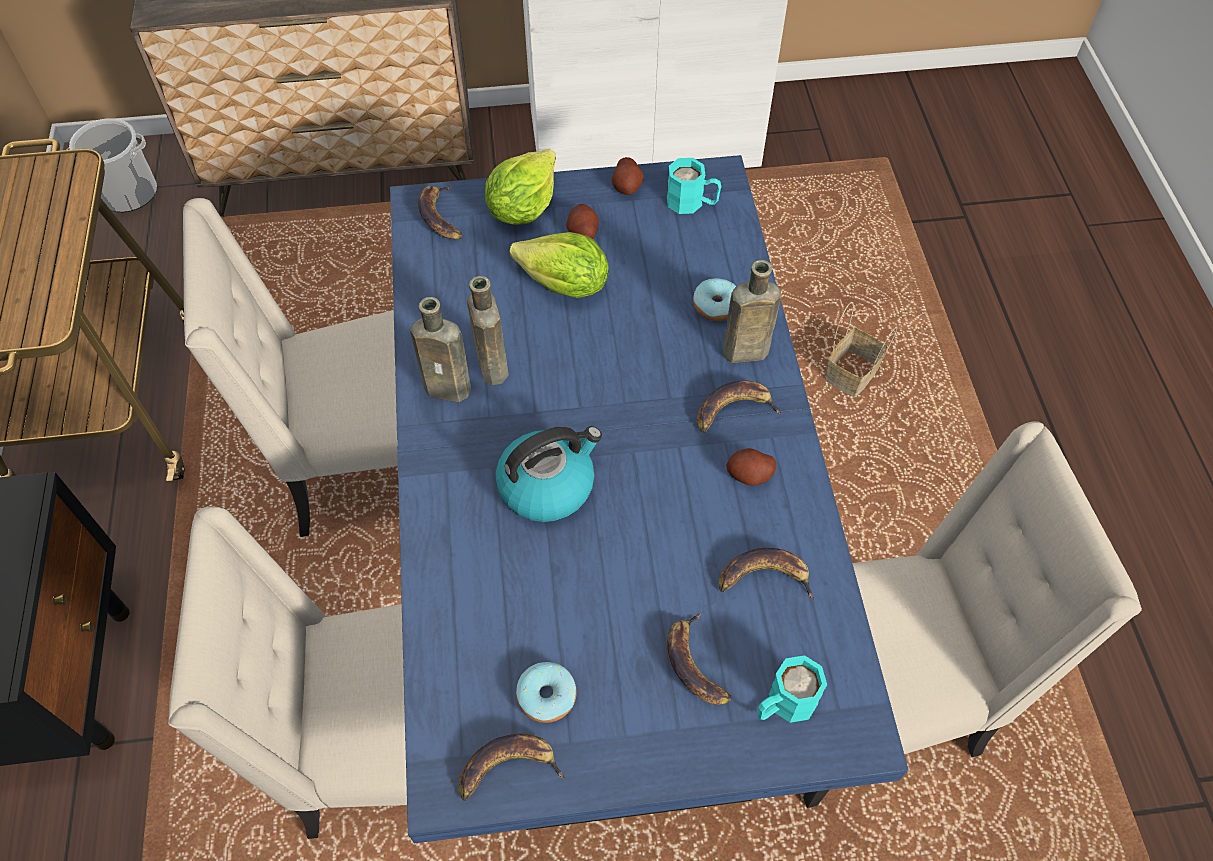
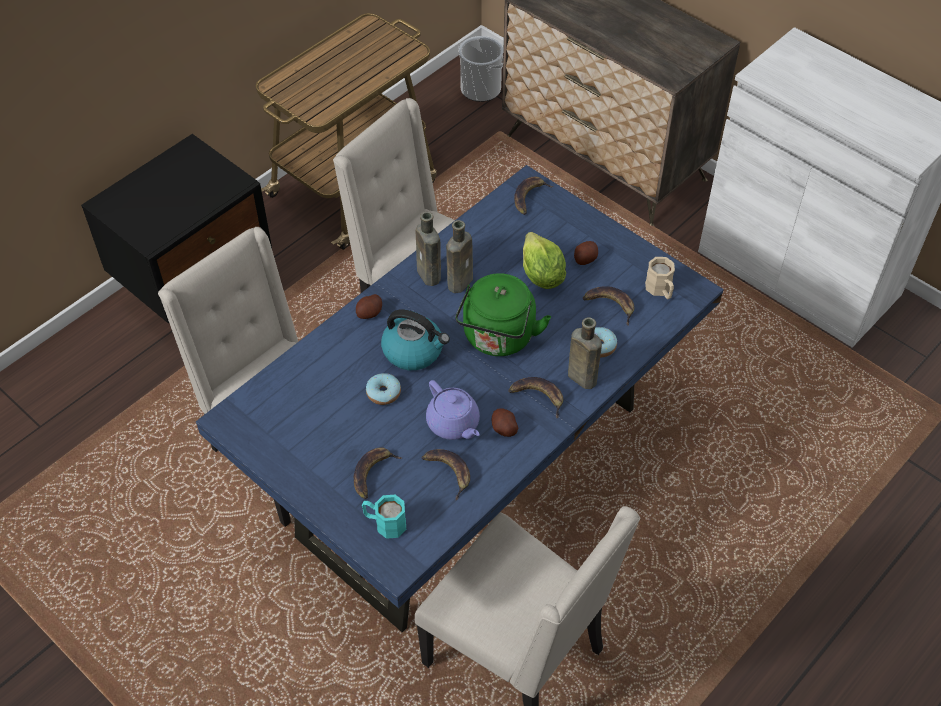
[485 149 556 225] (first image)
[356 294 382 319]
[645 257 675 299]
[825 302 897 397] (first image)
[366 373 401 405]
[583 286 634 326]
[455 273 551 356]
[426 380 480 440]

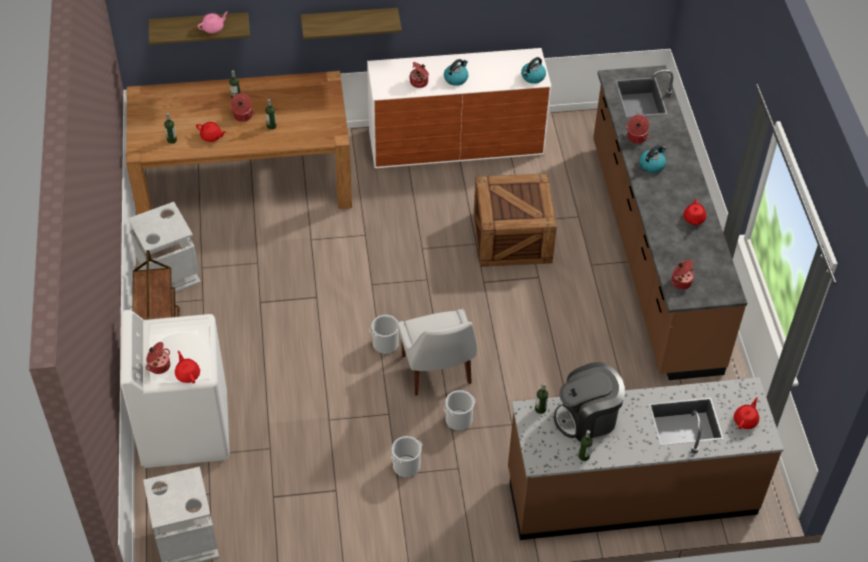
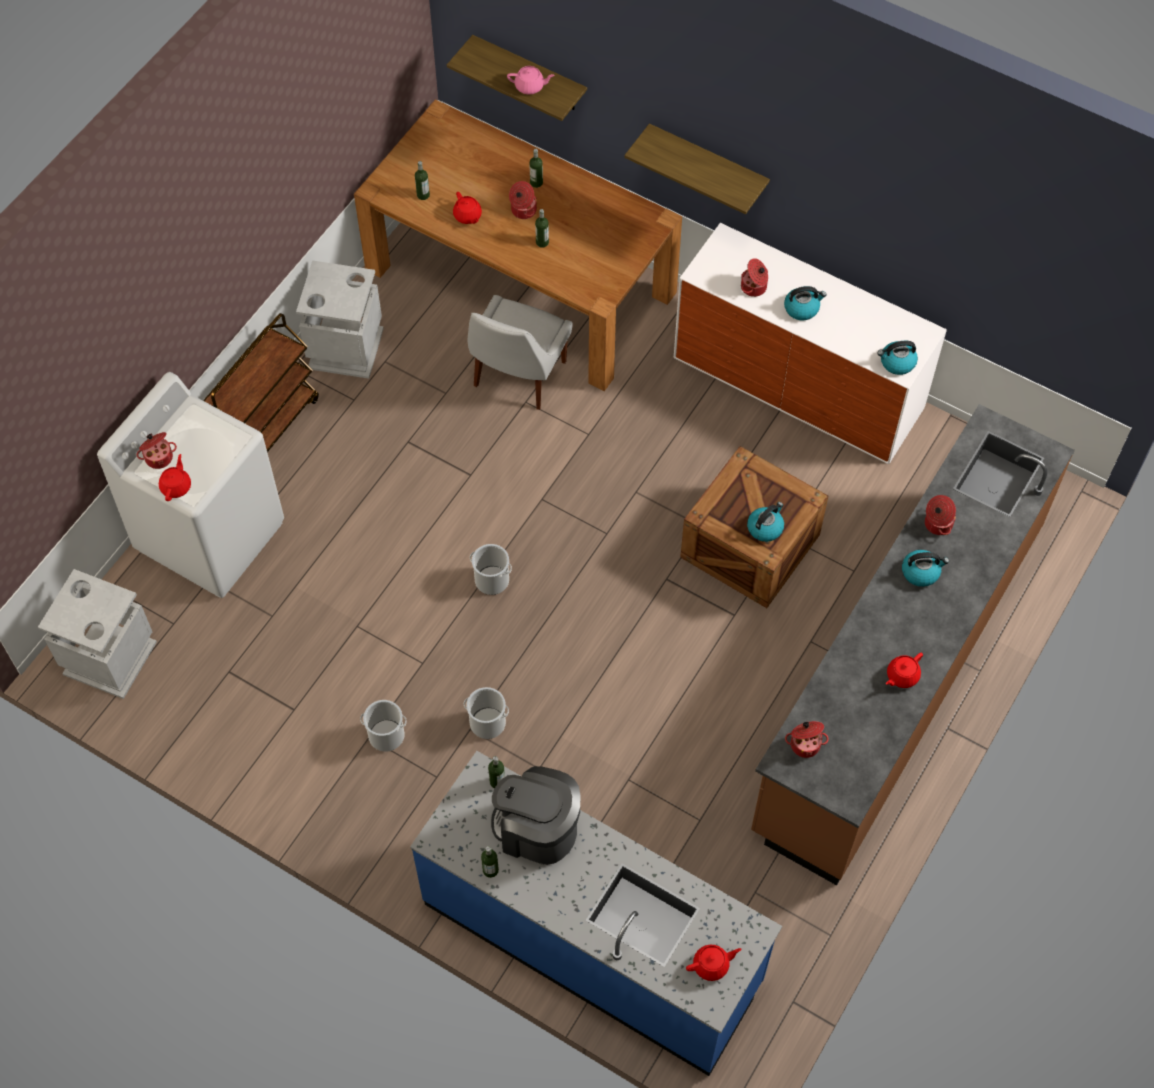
[468 295 573 410]
[410 751 782 1076]
[747 502 784 542]

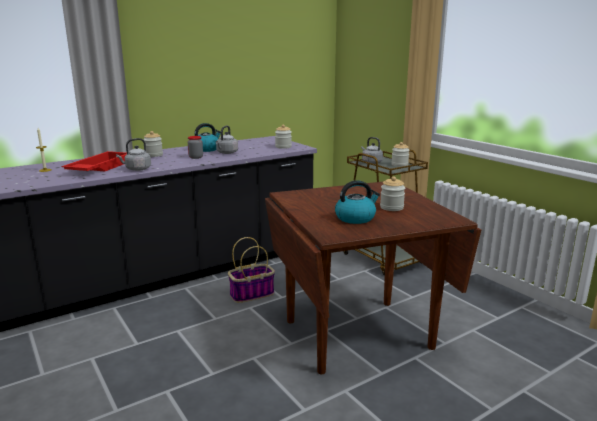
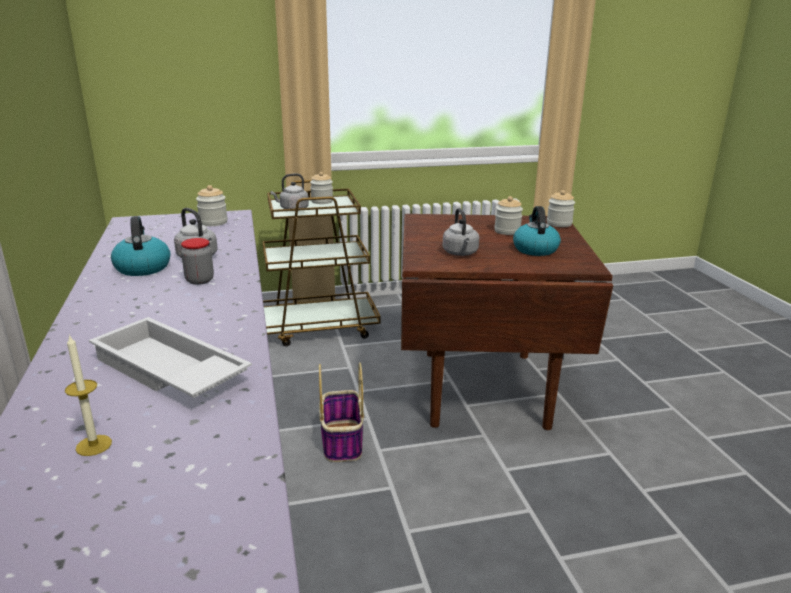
[547 190 575 227]
[443 208 479 256]
[89 317 252 398]

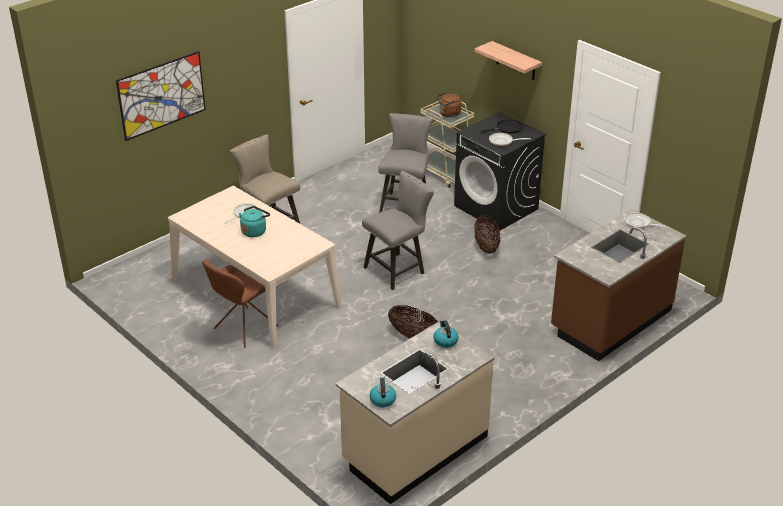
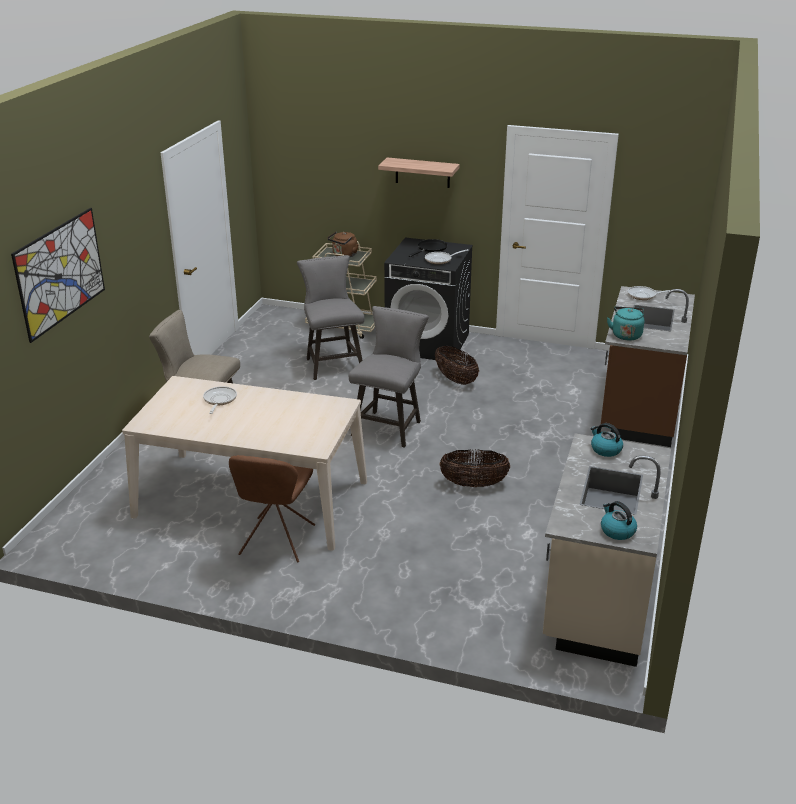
[607 307 645 341]

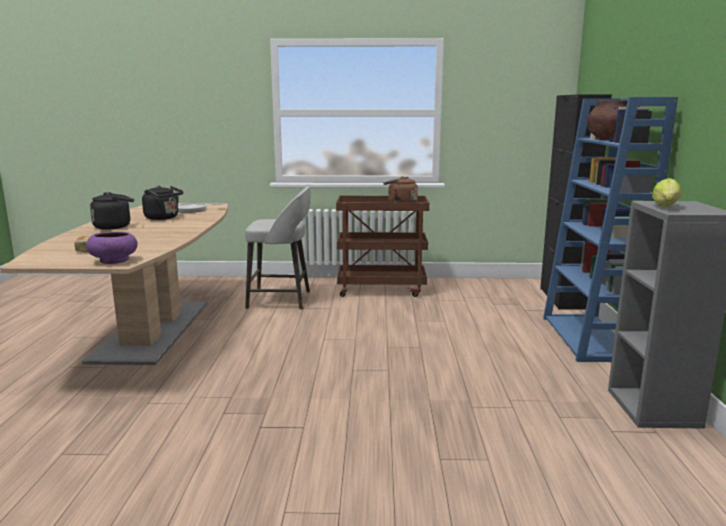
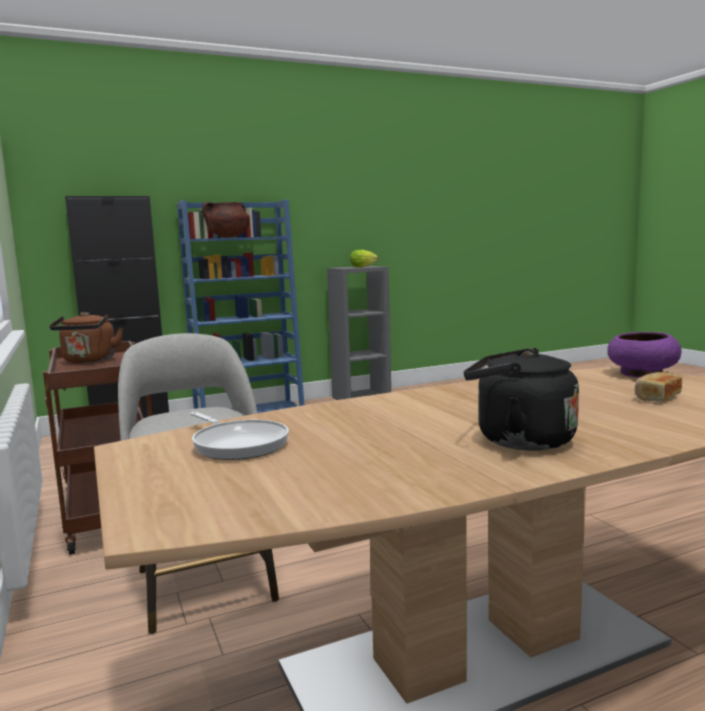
[142 186 183 220] (first image)

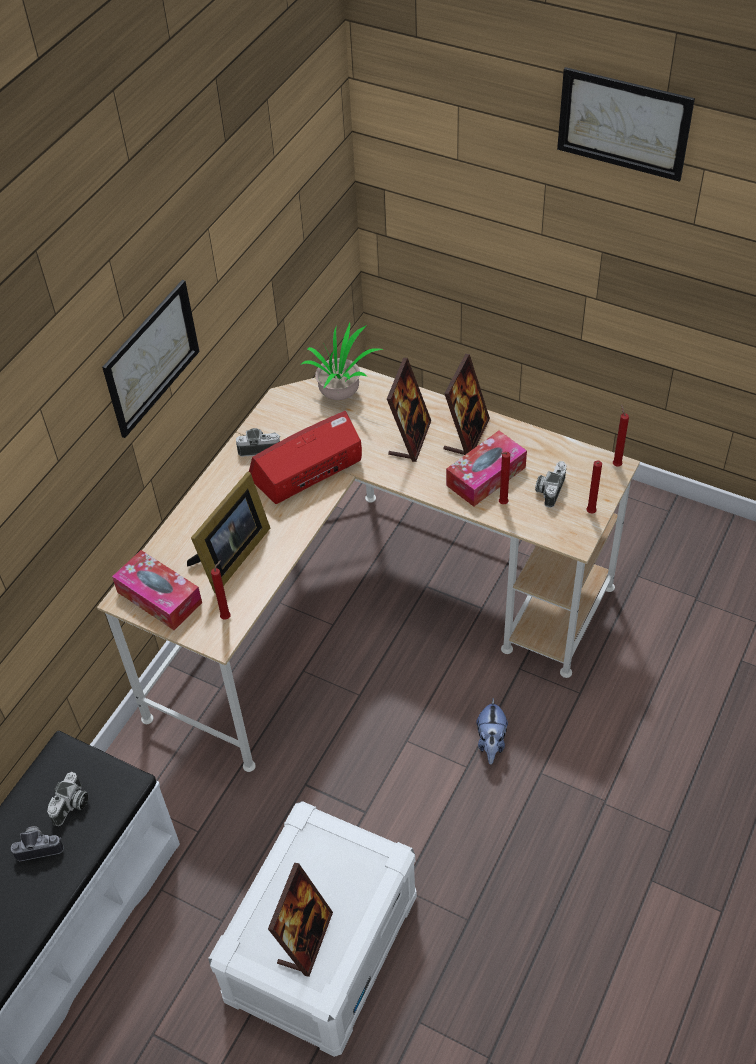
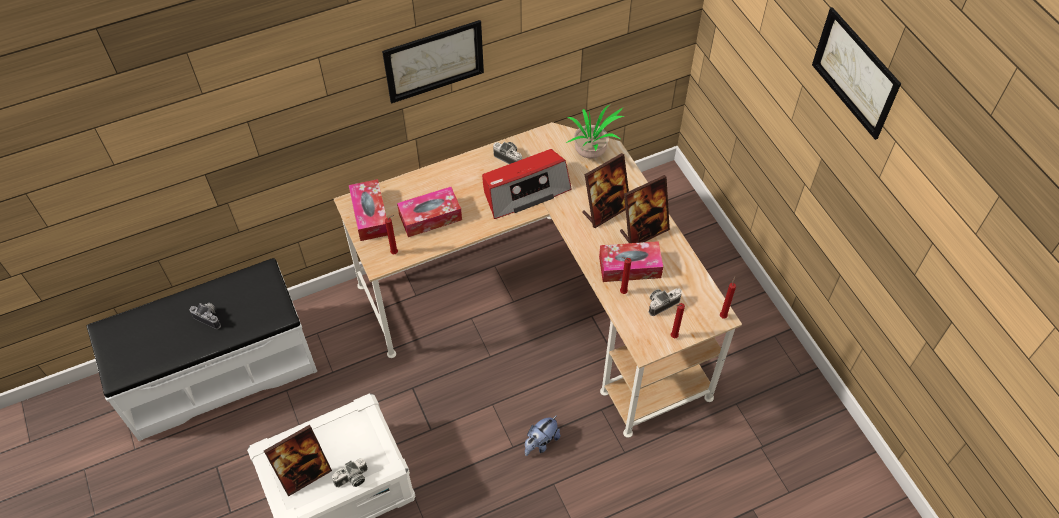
[482 149 572 219]
[397 187 462 237]
[332 458 368 487]

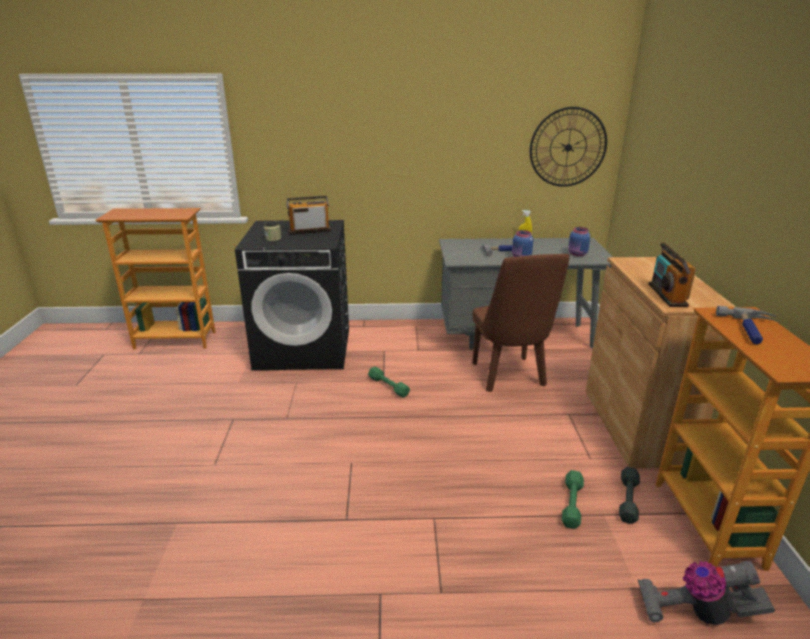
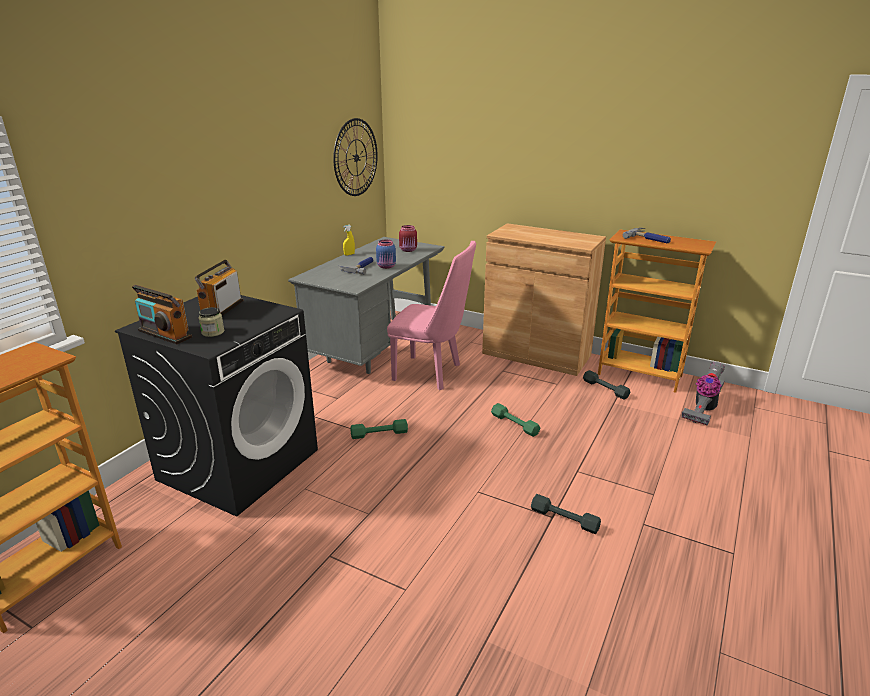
[399 225 417 252]
[132 285 192 344]
[387 241 476 390]
[491 403 540 437]
[531 494 601 534]

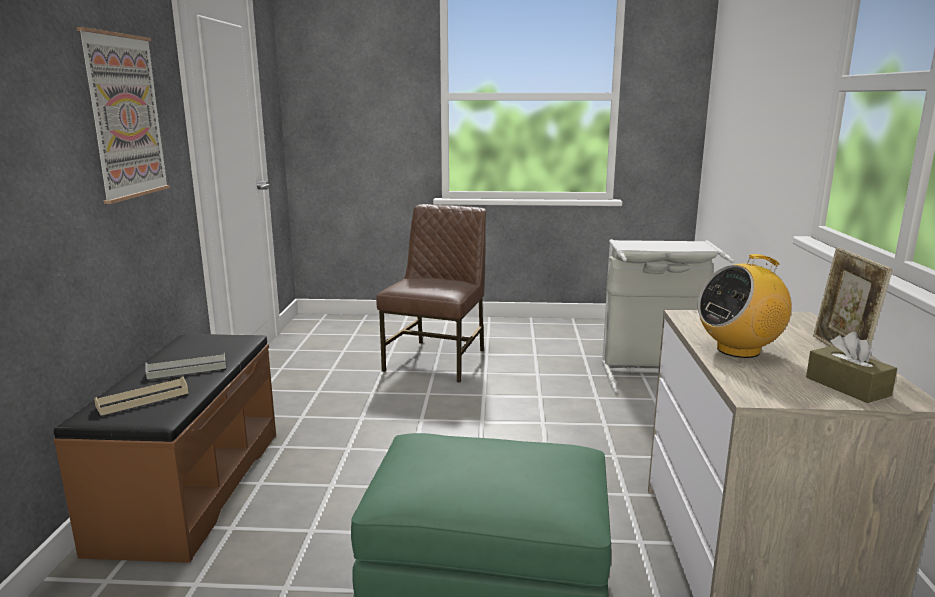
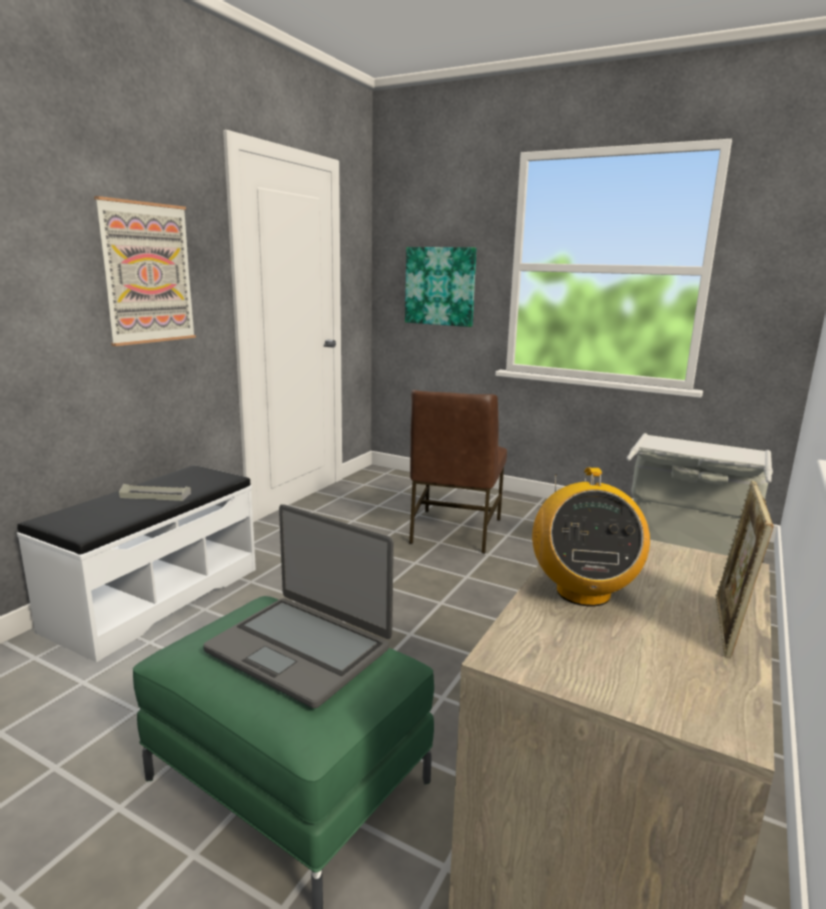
[409 390 507 554]
[532 467 650 607]
[806 332 897 403] (first image)
[17 465 256 662]
[94 377 188 415] (first image)
[405 247 476 327]
[203 504 394 708]

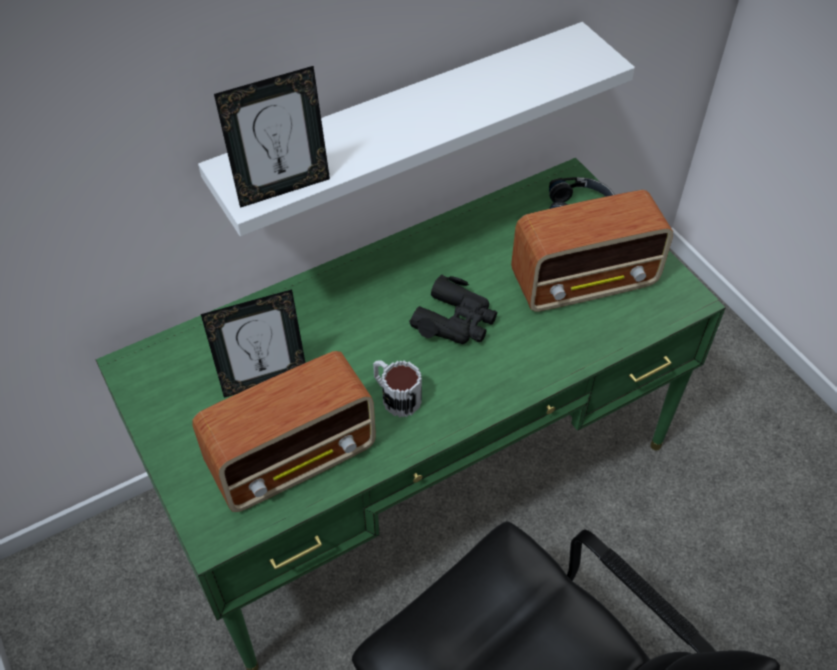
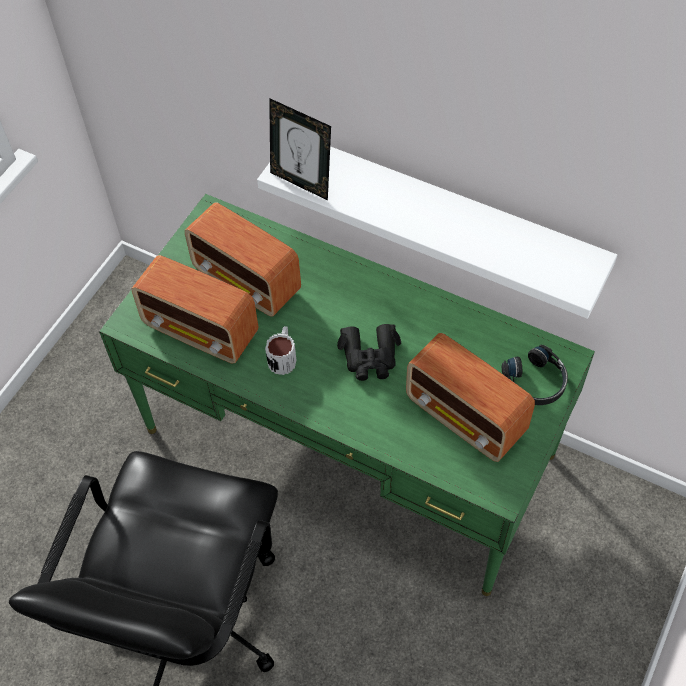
[185 202 301 317]

